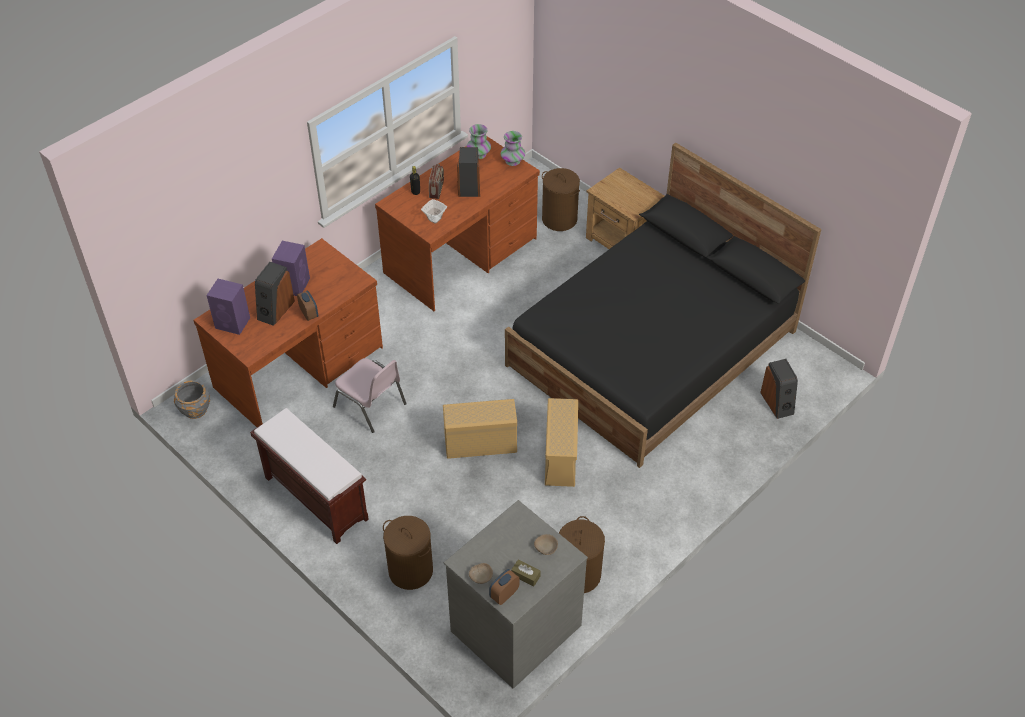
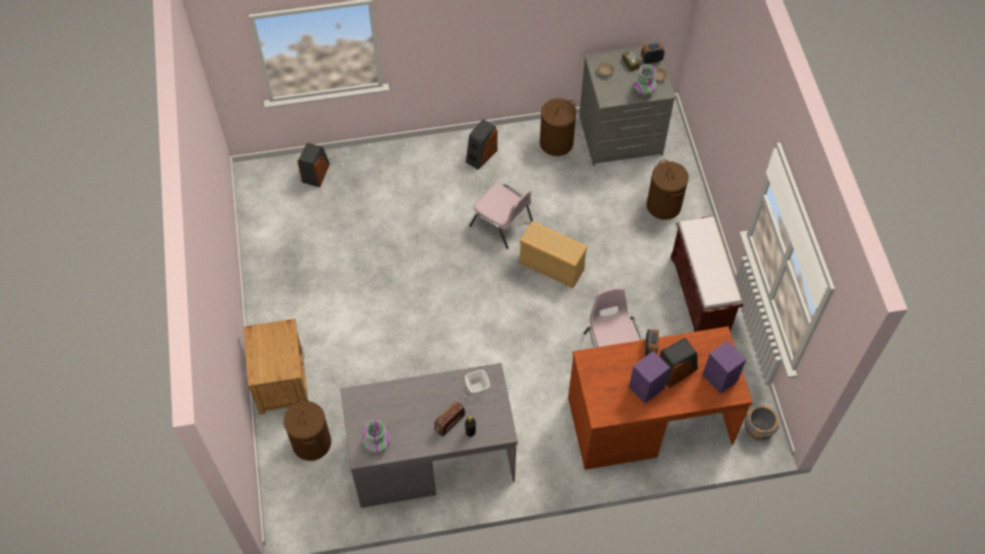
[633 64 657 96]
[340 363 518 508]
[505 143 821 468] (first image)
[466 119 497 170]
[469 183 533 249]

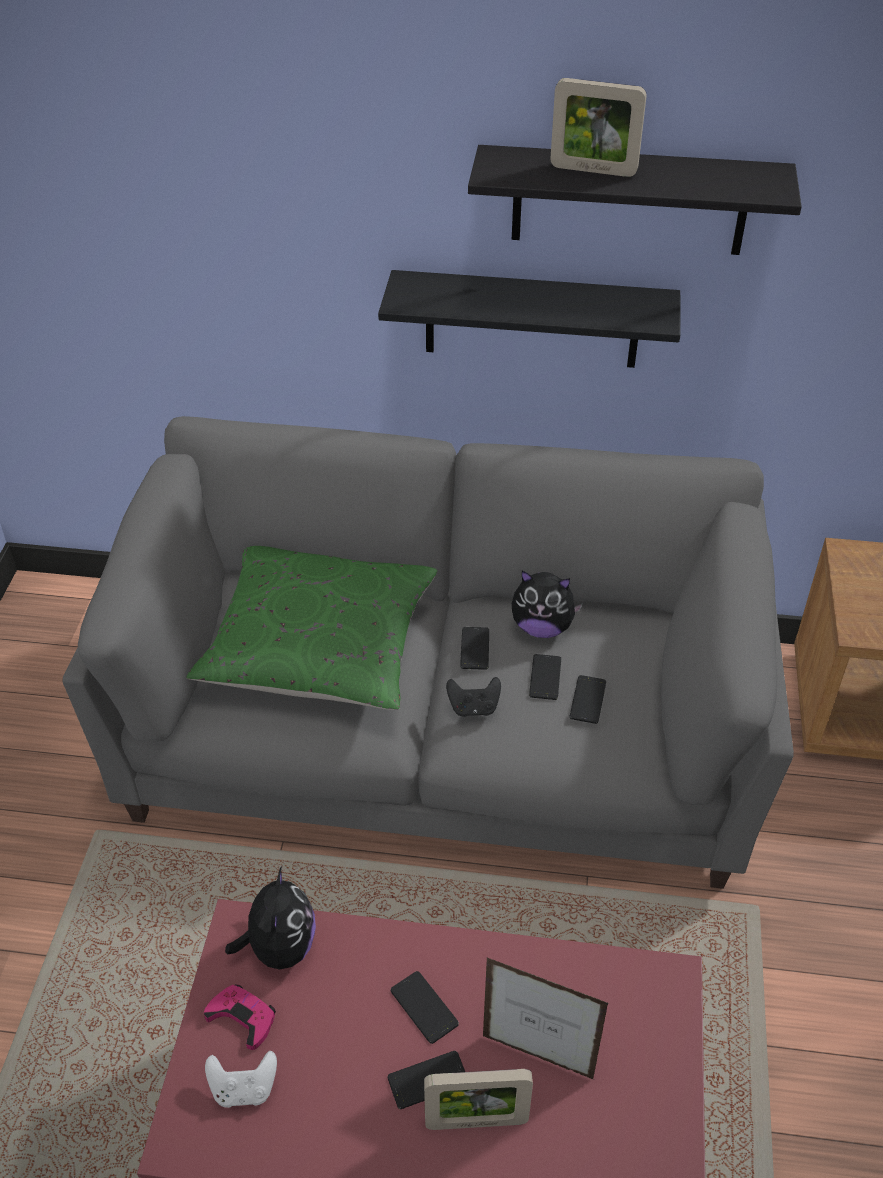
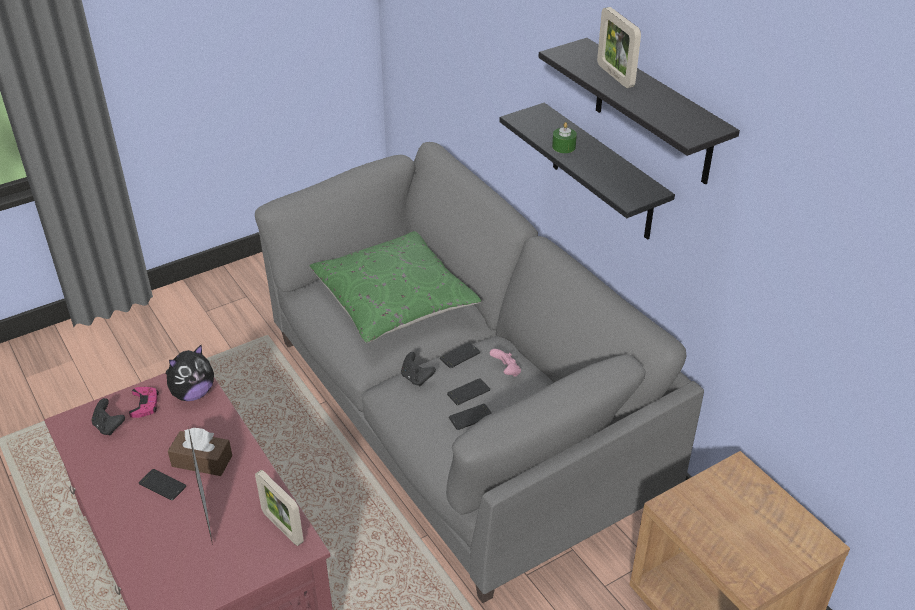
[490 349 521 376]
[168 428 232 476]
[92 398 125 435]
[255 470 304 546]
[552 122 577 153]

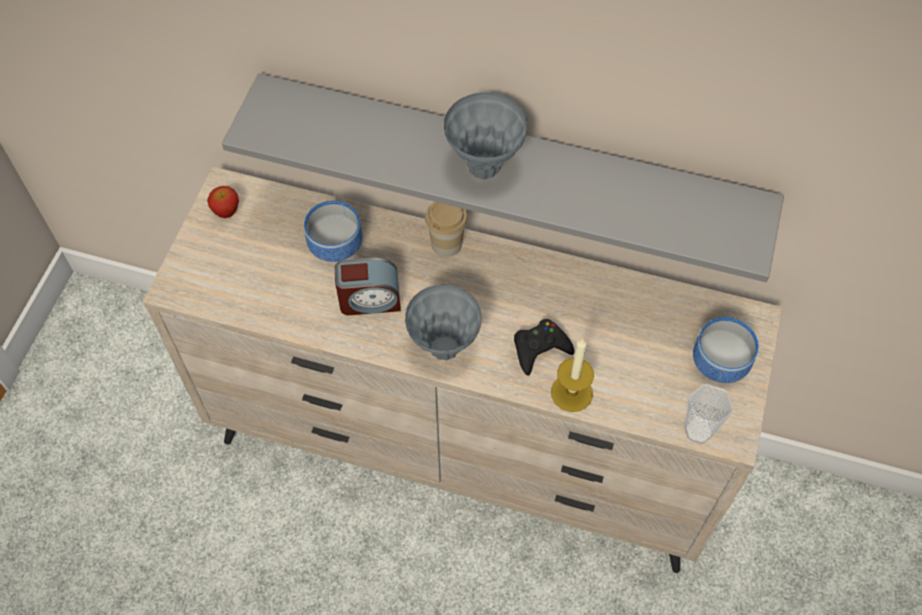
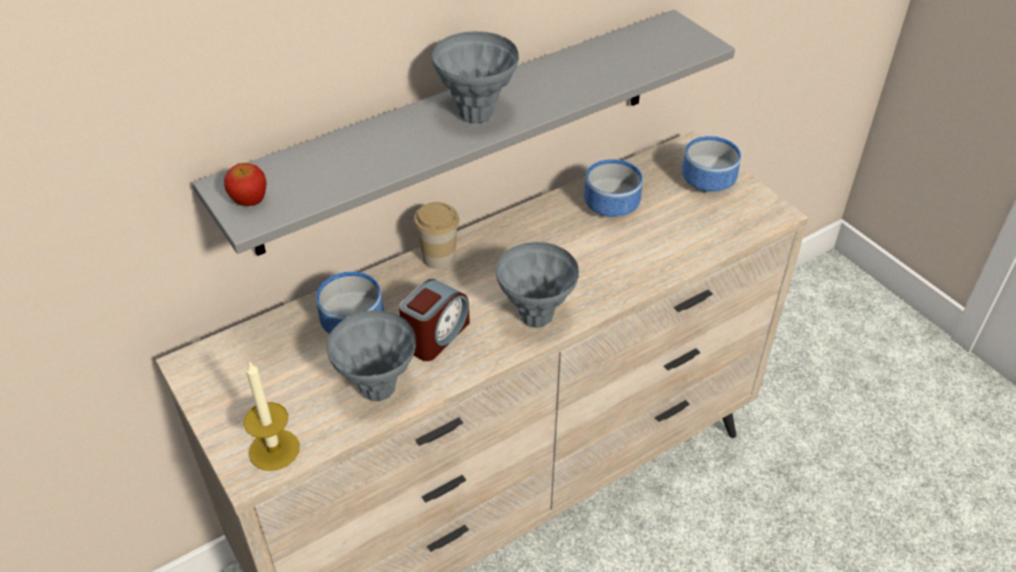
[224 163 267 206]
[514 319 574 376] (first image)
[243 360 300 471]
[685 384 733 444] (first image)
[584 159 643 218]
[327 310 416 401]

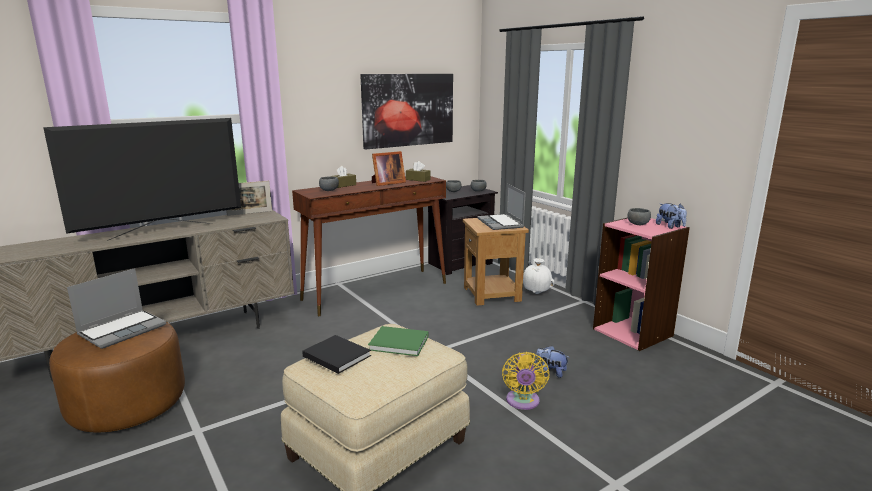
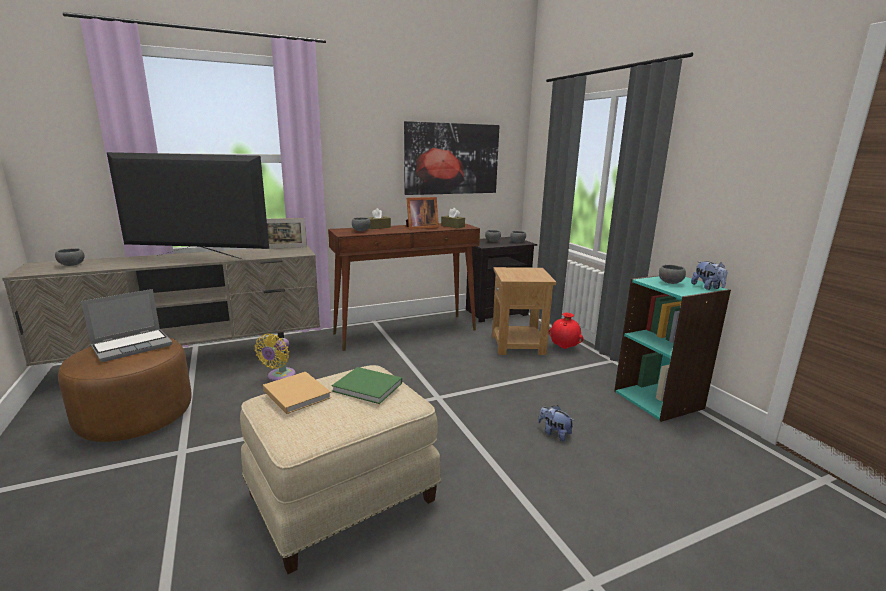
[107 152 269 259]
[477 184 526 230] (first image)
[614 275 731 422]
[549 313 583 349]
[263 372 331 414]
[255 334 296 381]
[55 248 84 266]

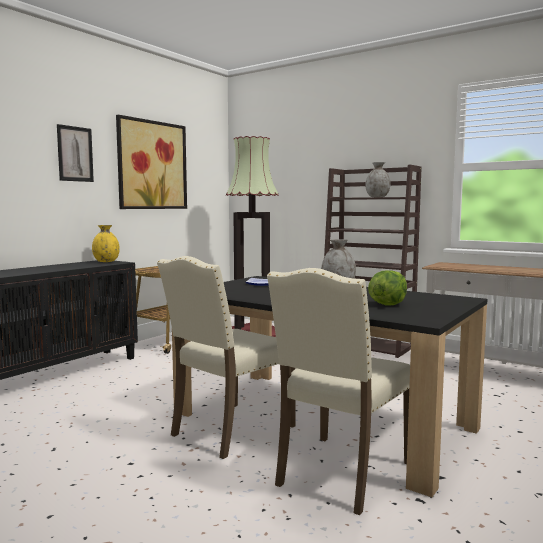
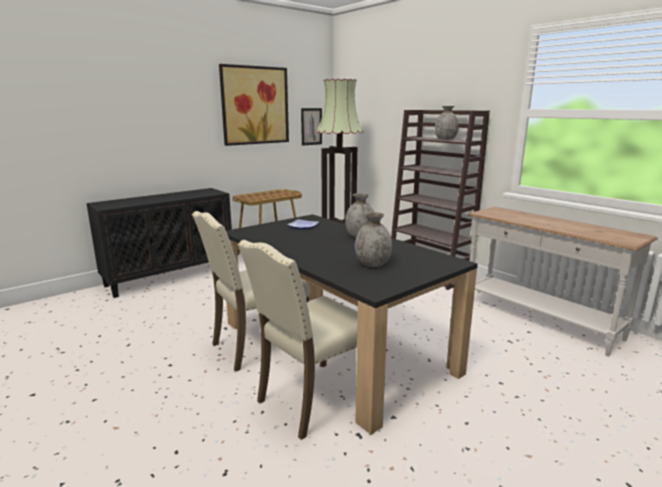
[301 108 322 146]
[92 225 120 262] (first image)
[355 212 392 267]

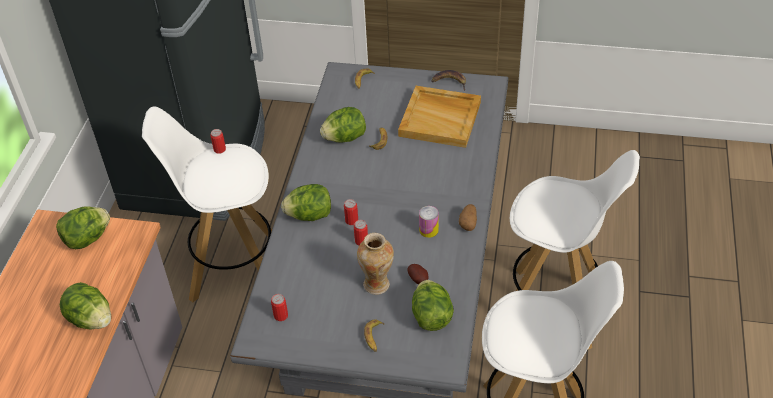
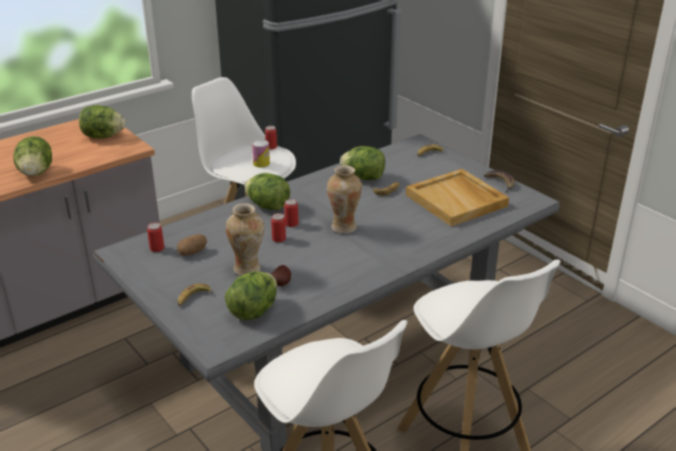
[177 234 207 256]
[252 140 270 168]
[327 165 362 233]

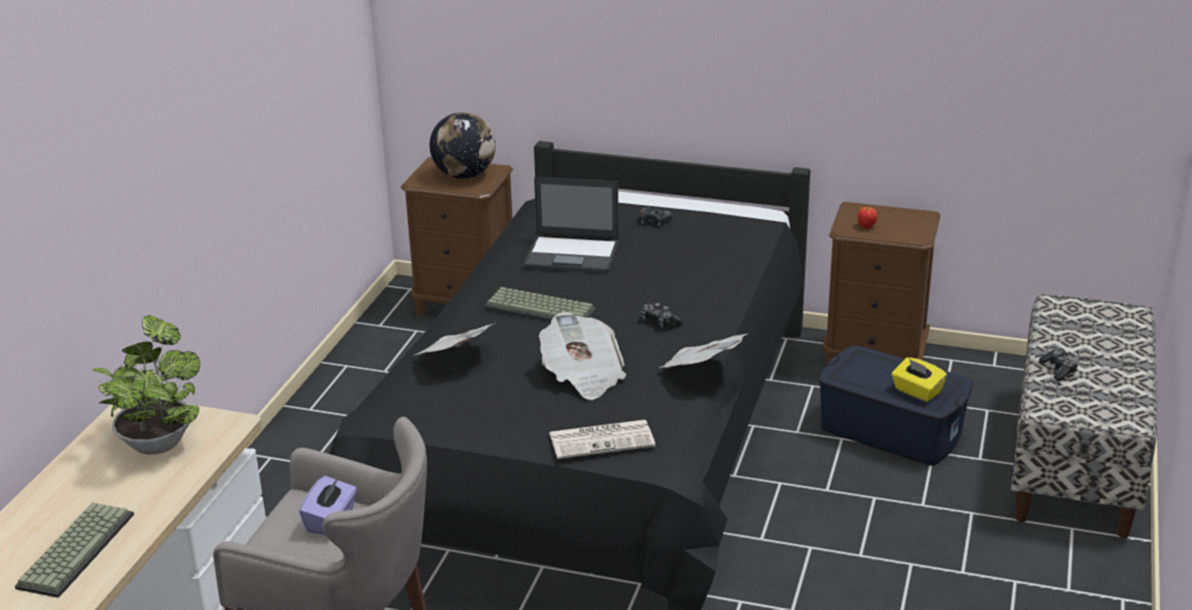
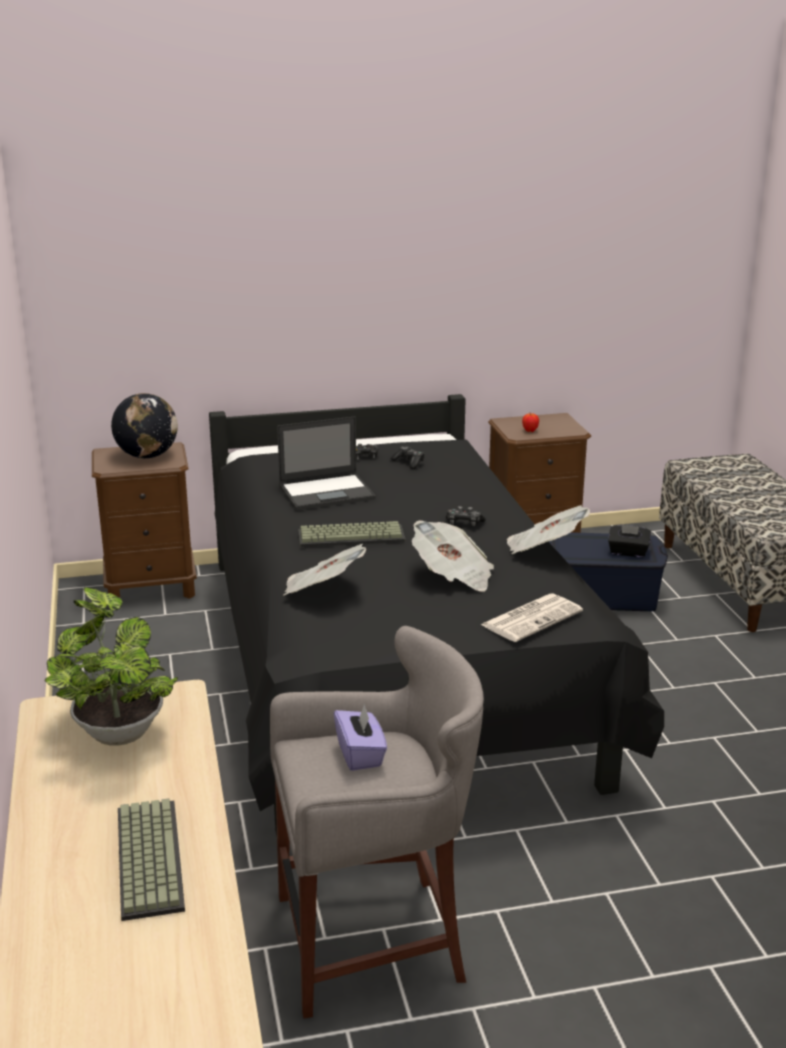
[391 446 425 469]
[608 524 651 557]

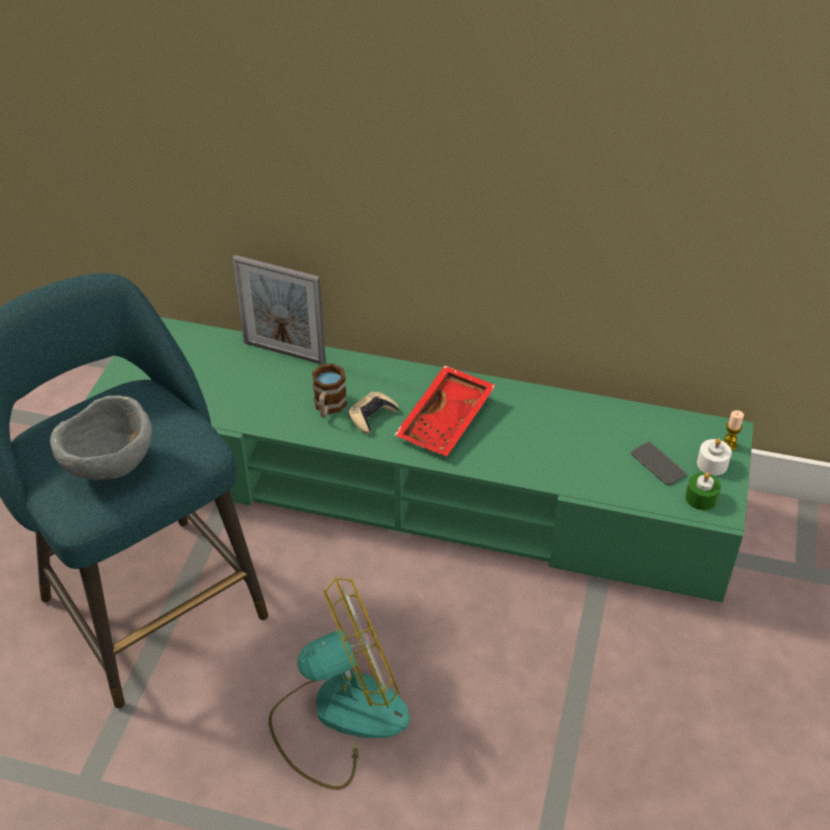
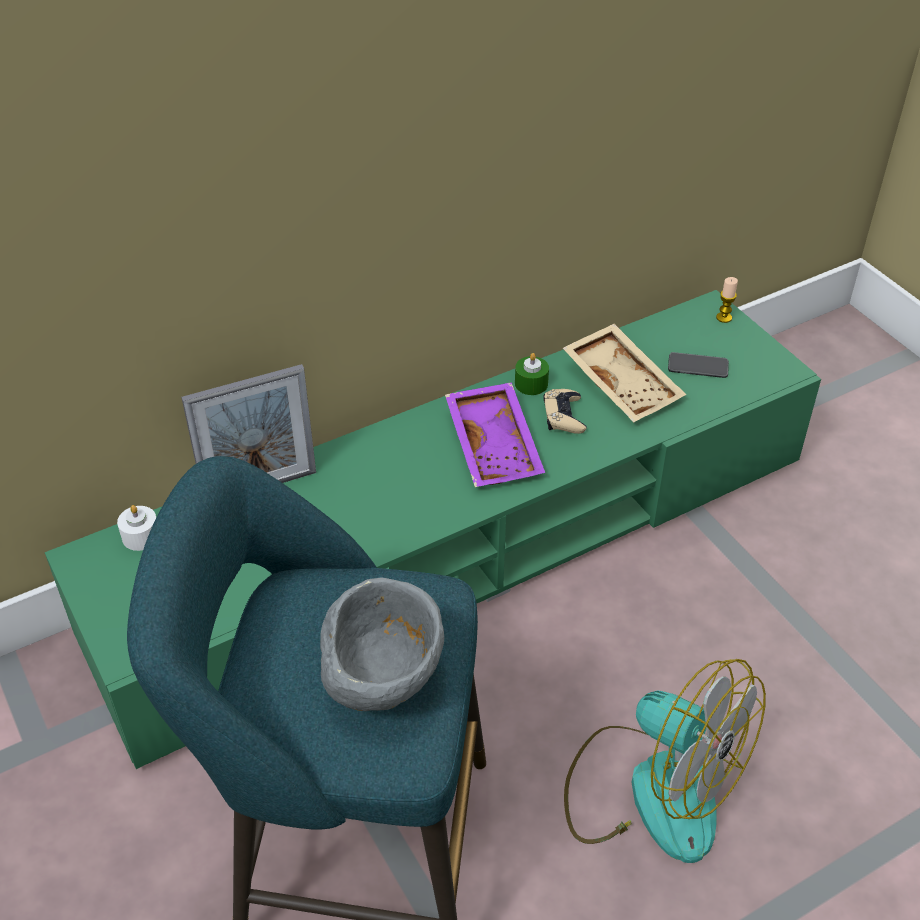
[312 363 347 418] (first image)
[445 382 545 487]
[544 389 587 434]
[117 505 156 551]
[515 353 549 395]
[564 659 766 863]
[563 324 686 423]

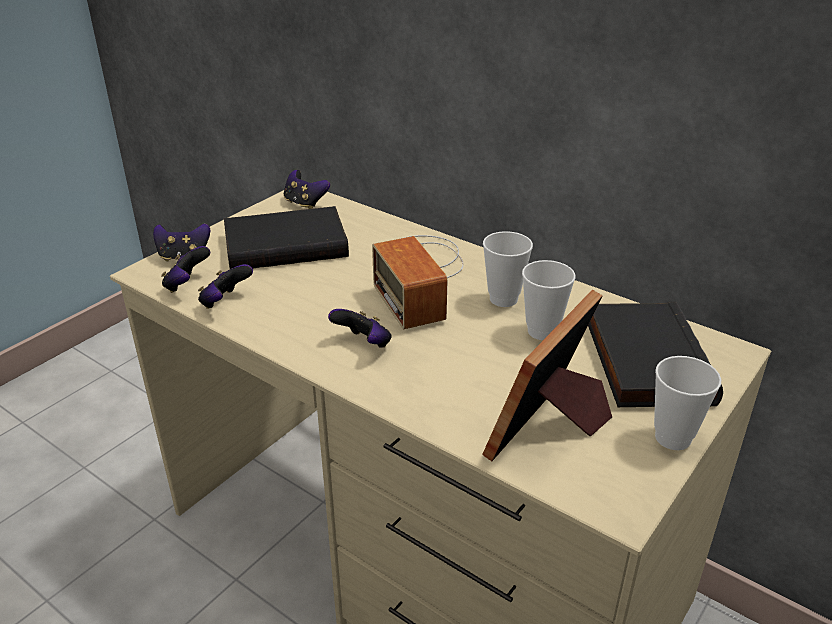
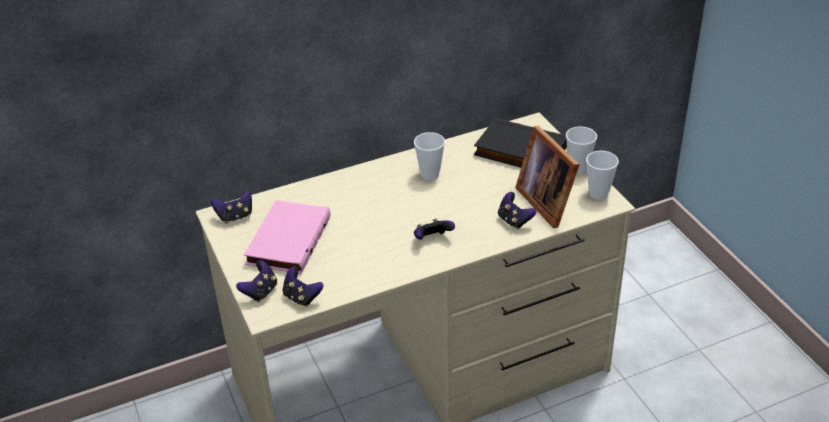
[244 200 331 274]
[372 235 464 329] (first image)
[586 151 619 200]
[498 192 536 230]

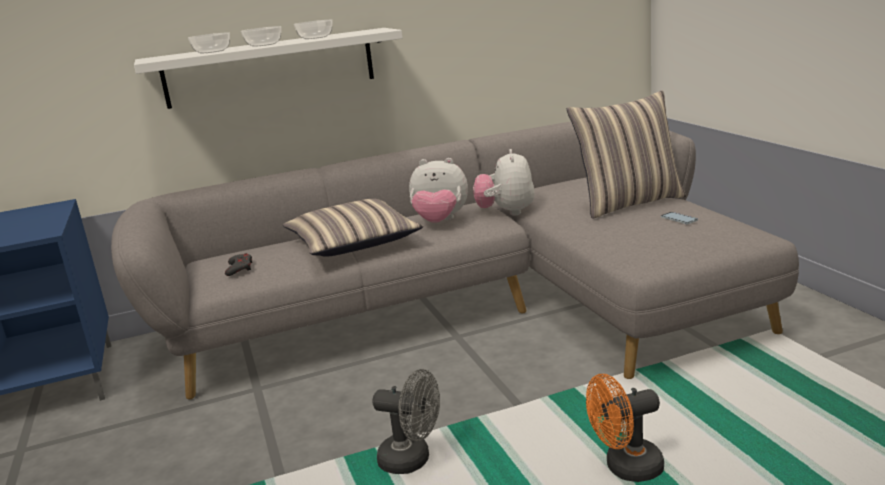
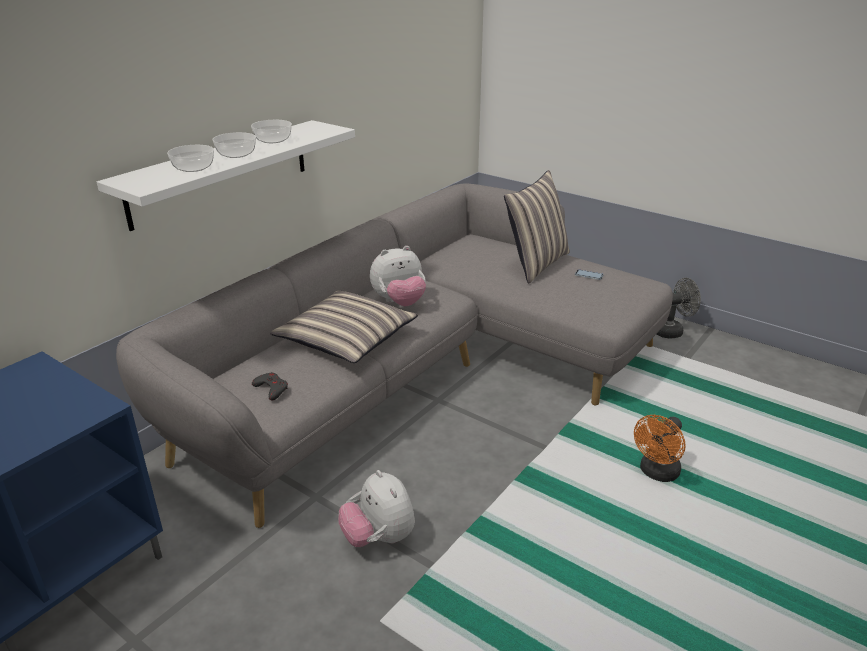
[338 470 415 547]
[657 278 701 339]

